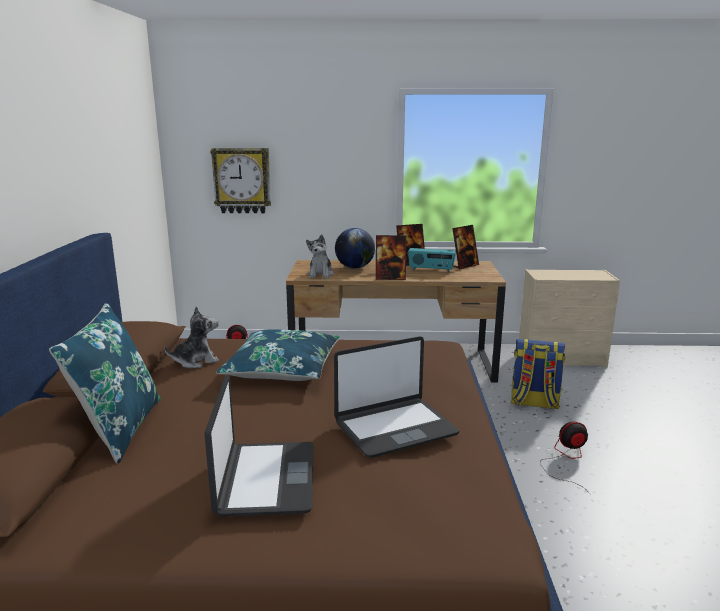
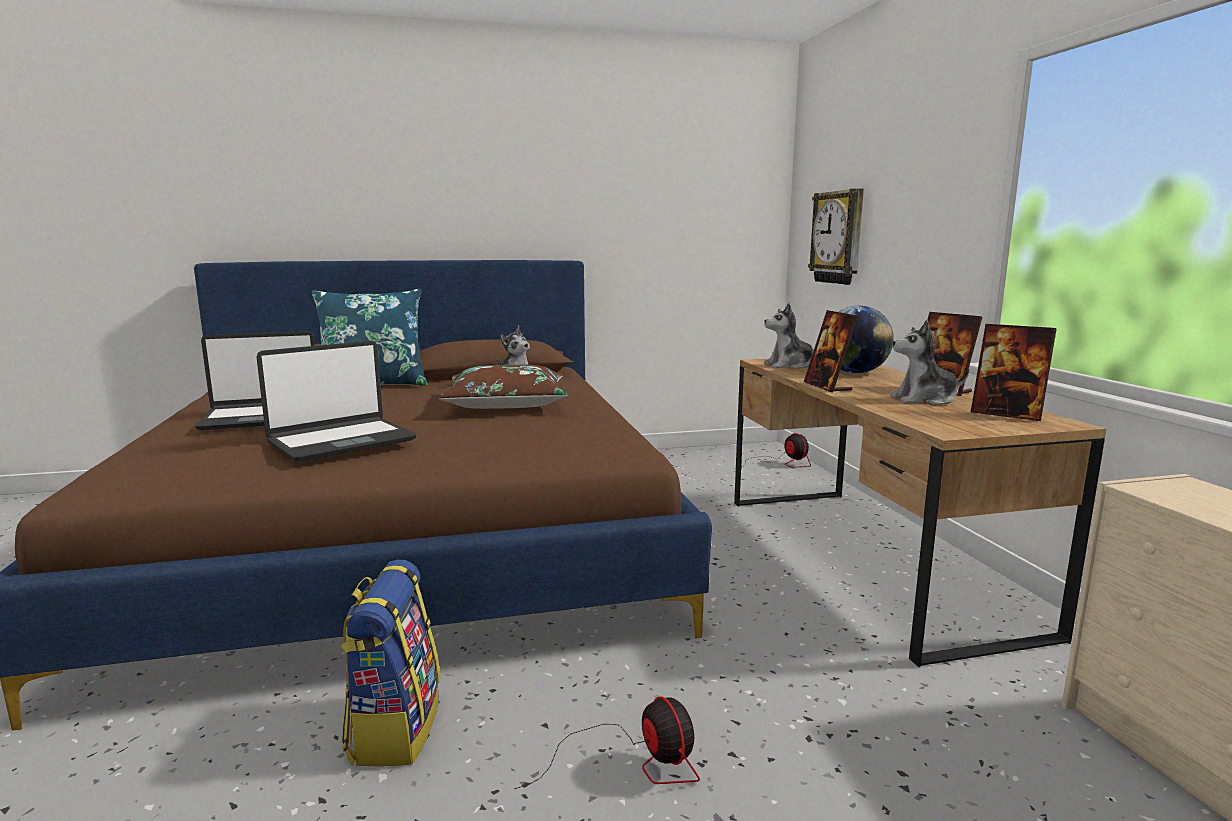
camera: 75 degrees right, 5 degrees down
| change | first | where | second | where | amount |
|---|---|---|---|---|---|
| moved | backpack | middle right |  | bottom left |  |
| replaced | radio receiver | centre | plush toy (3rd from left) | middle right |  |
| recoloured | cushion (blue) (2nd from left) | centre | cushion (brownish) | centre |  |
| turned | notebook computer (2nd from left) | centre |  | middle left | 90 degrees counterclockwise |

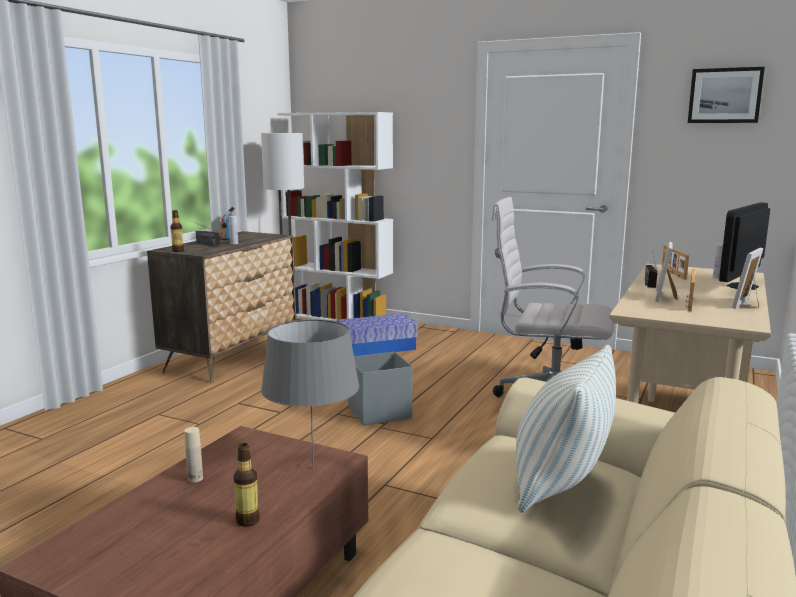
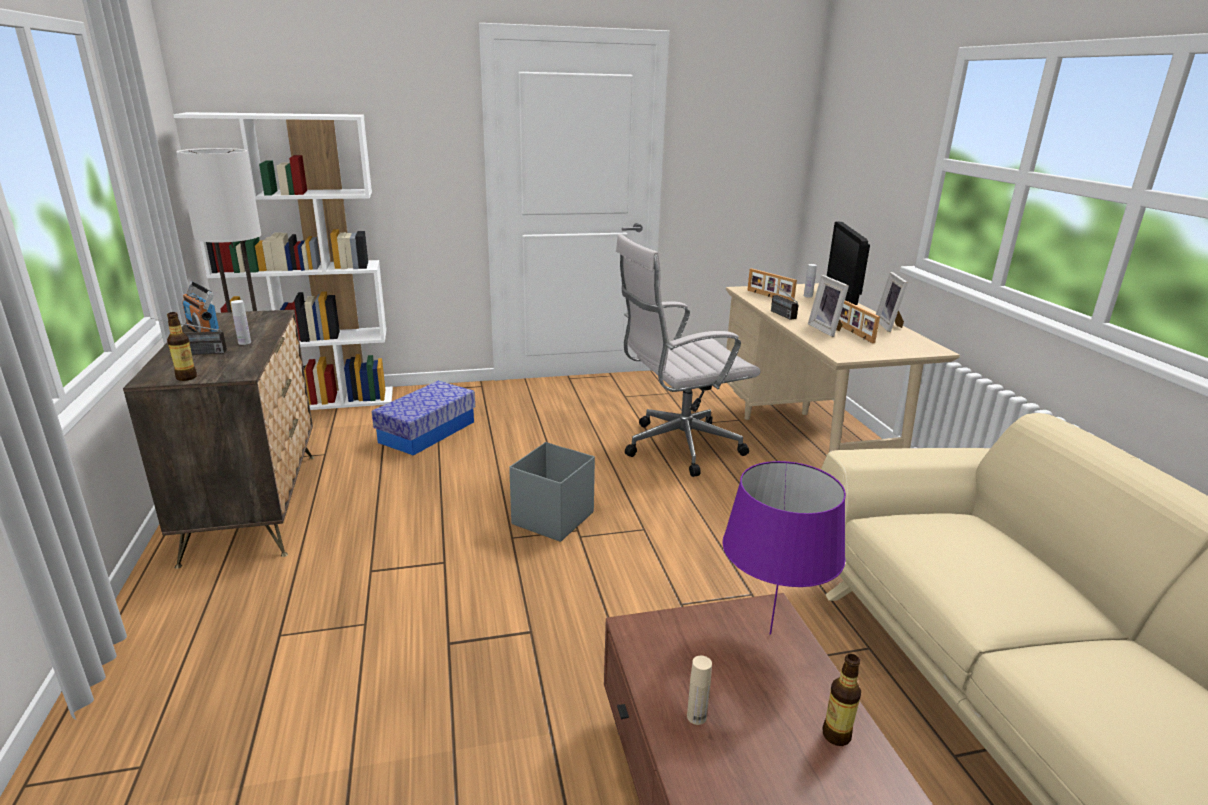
camera: 40 degrees left, 10 degrees up
| change | first | where | second | where | amount |
|---|---|---|---|---|---|
| removed | cushion | bottom right |  |  |  |
| removed | wall picture | top right |  |  |  |
| recoloured | lamp for a table (greyish) | centre | lamp for a table (purple) | bottom centre |  |

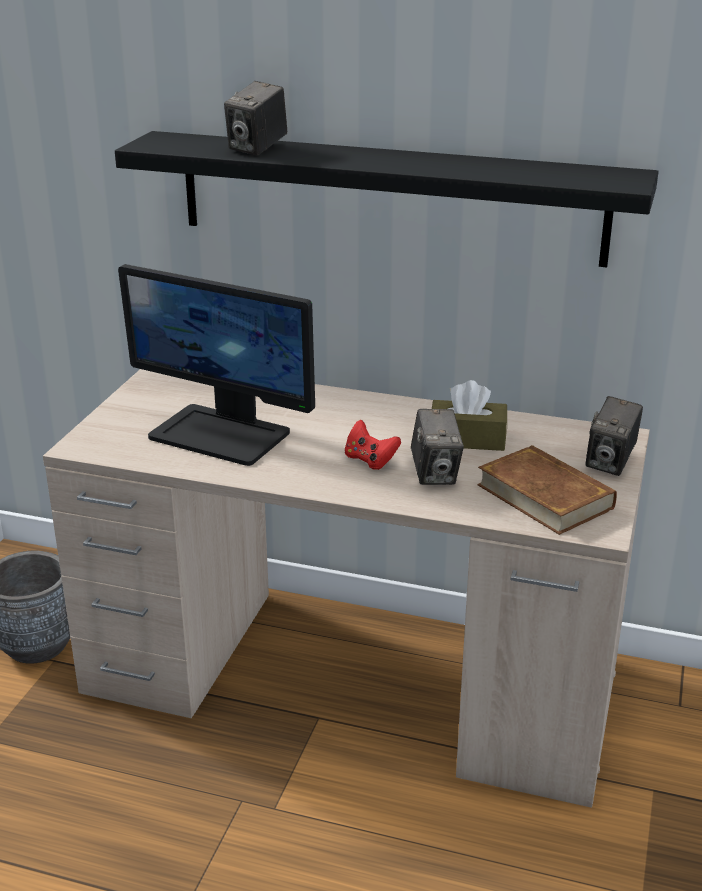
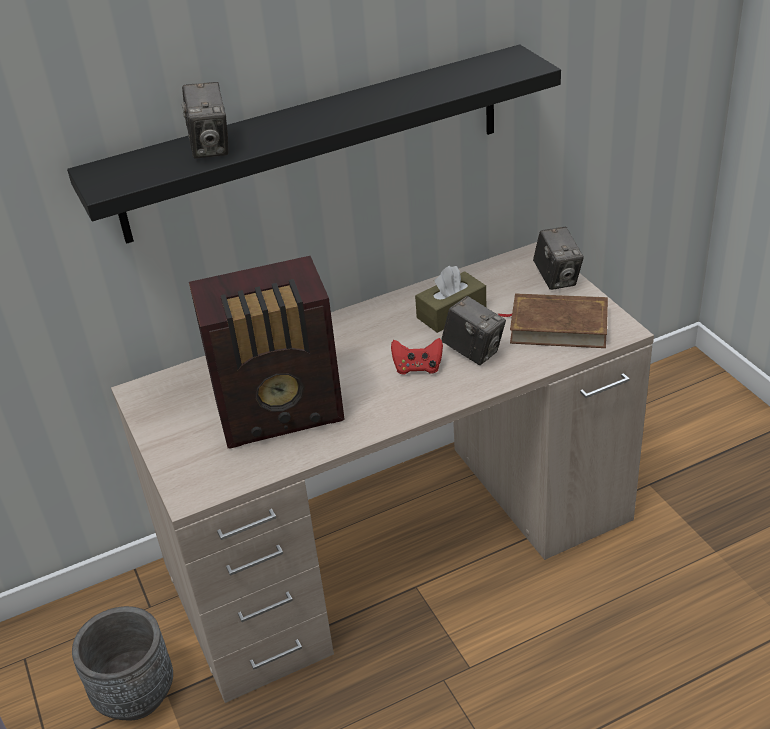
camera: 40 degrees left, 10 degrees up
| change | first | where | second | where | amount |
|---|---|---|---|---|---|
| replaced | computer screen | middle left | radio receiver | centre |  |

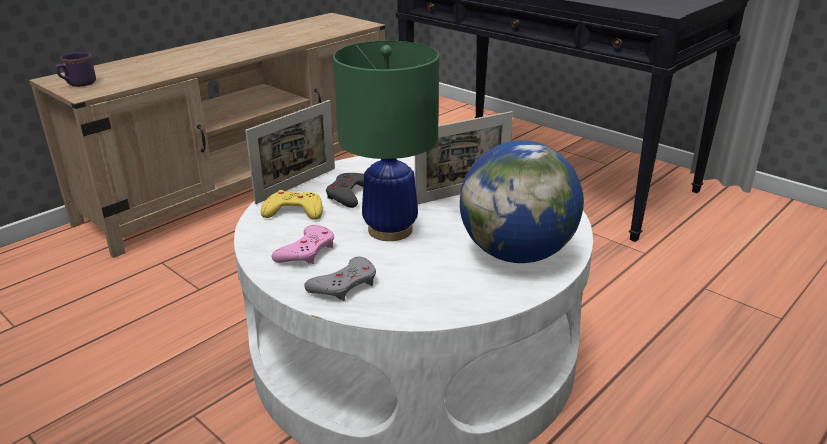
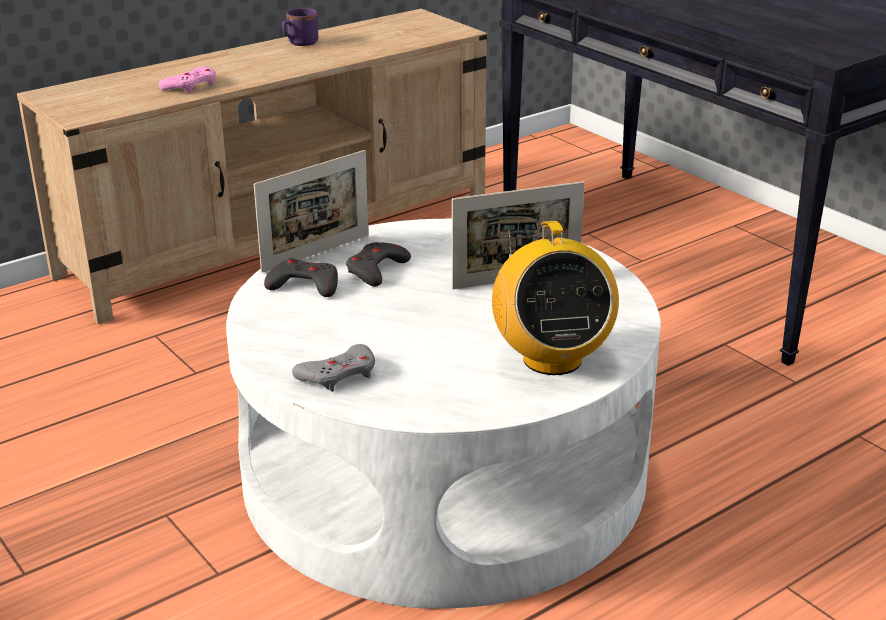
camera: 10 degrees right, 0 degrees up
| change | first | where | second | where | amount |
|---|---|---|---|---|---|
| removed | lamp for a table (greenish) | top centre |  |  |  |
| moved | mug (purple) | top left |  | top centre |  |
| moved | gamepad (pink) | centre |  | top left |  |
| replaced | globe | centre | radio receiver | centre |  |
| recoloured | gamepad (yellowish) | centre | gamepad (greyish) (1st from left) | centre |  |

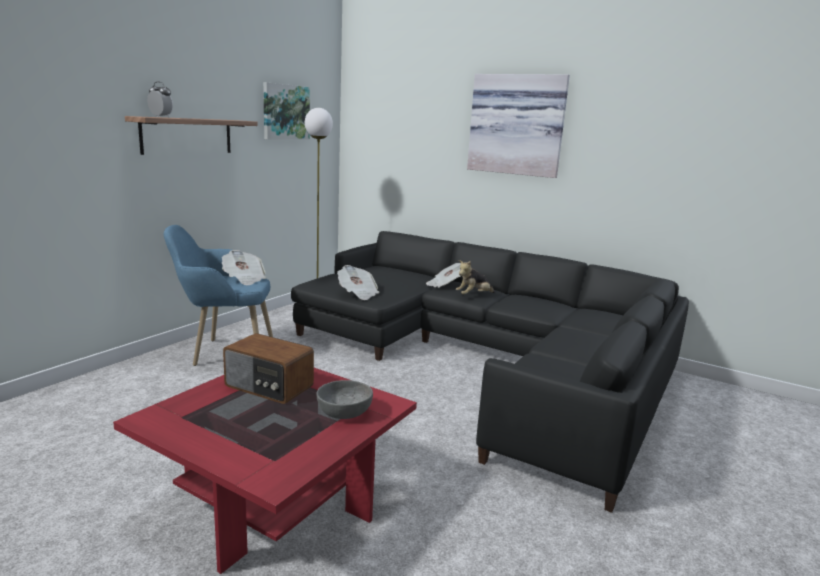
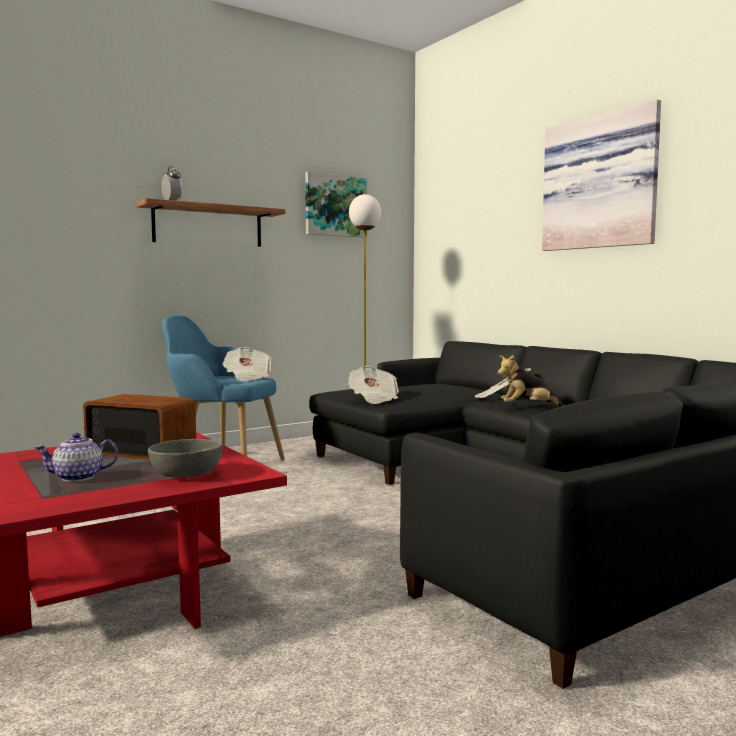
camera: 25 degrees right, 10 degrees down
| change | first | where | second | where | amount |
|---|---|---|---|---|---|
| added |  |  | teapot | middle left |  |
| turned | radio receiver | middle left |  | middle left | 150 degrees clockwise |

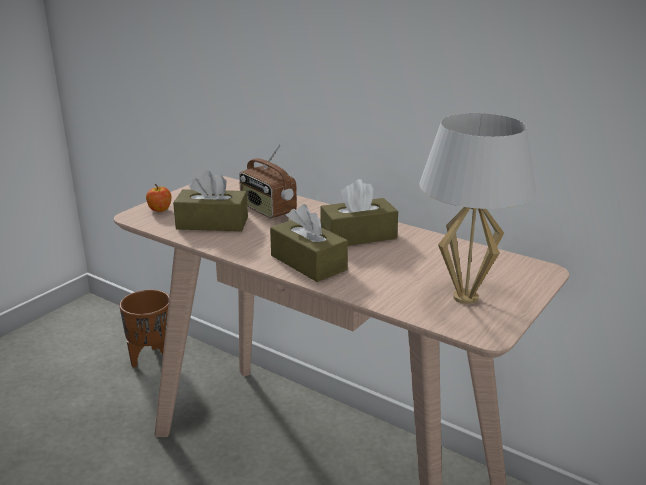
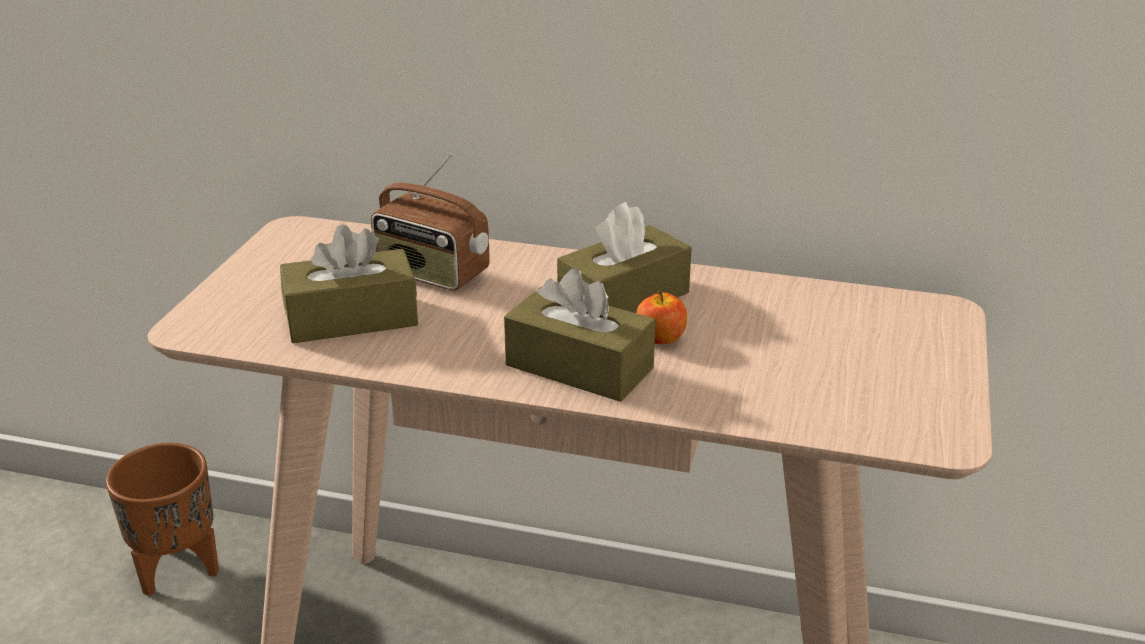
camera: 20 degrees left, 5 degrees up
| change | first | where | second | where | amount |
|---|---|---|---|---|---|
| removed | lamp for a table (white) | middle right |  |  |  |
| moved | apple | middle left |  | centre |  |

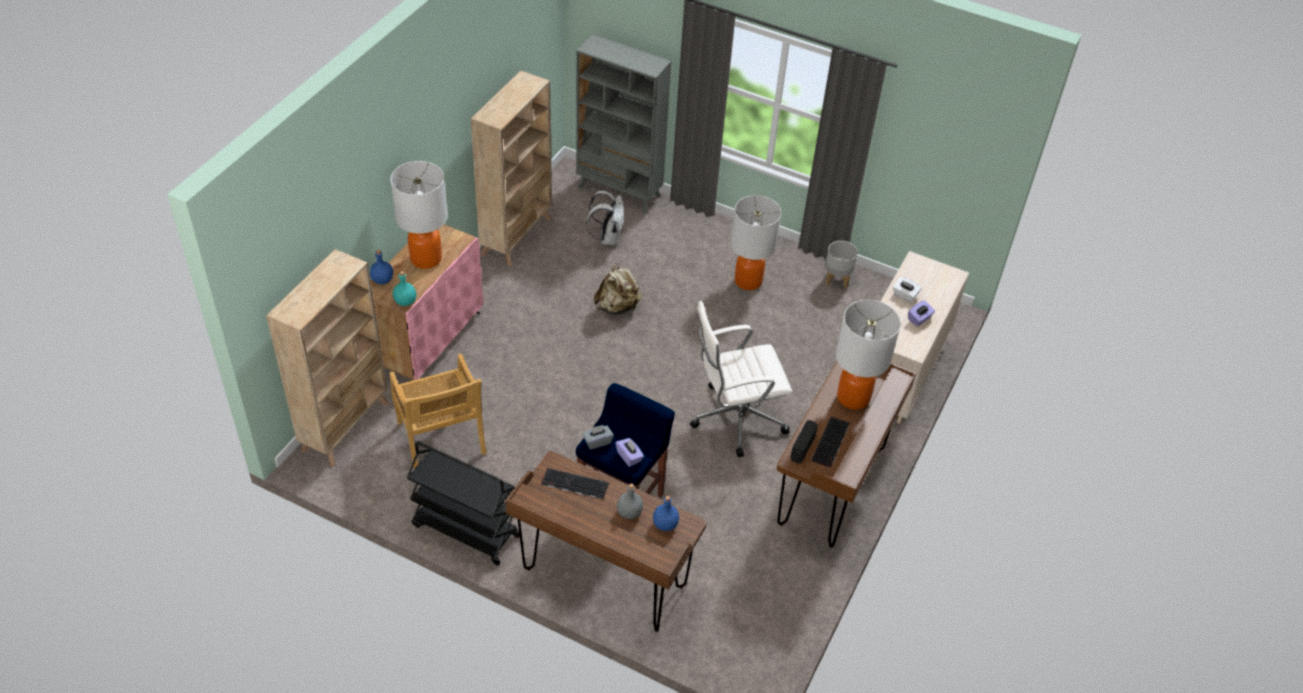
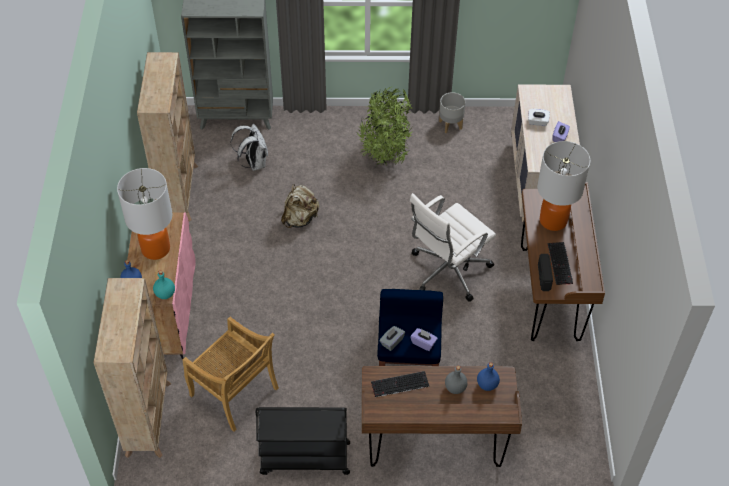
camera: 25 degrees left, 5 degrees up
| change | first | where | second | where | amount |
|---|---|---|---|---|---|
| replaced | lamp for a table (2nd from left) | centre | potted plant | top centre |  |

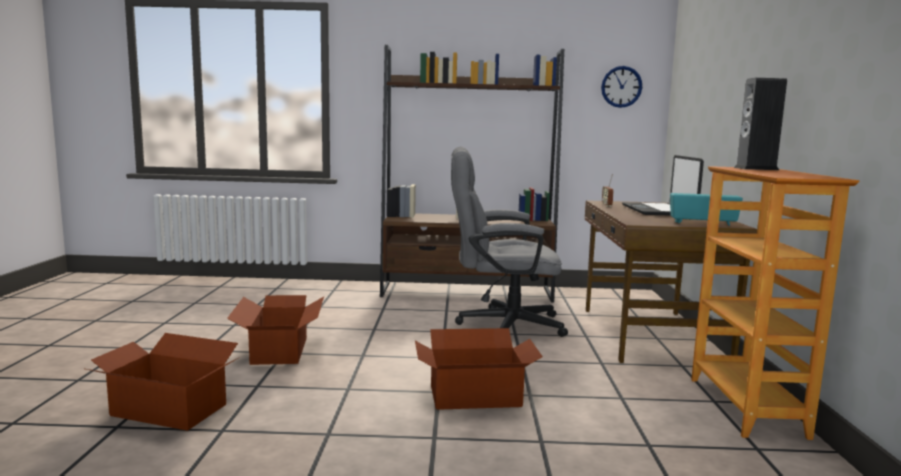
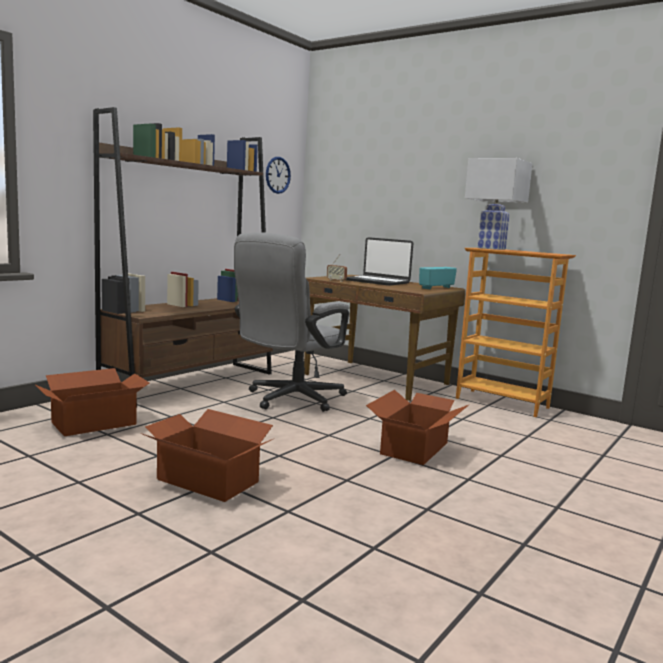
camera: 55 degrees left, 0 degrees up
| change | first | where | second | where | amount |
|---|---|---|---|---|---|
| moved | cardboard box (1st from left) | bottom left |  | middle left |  |
| replaced | loudspeaker | top right | lamp for a table (white) | top right |  |

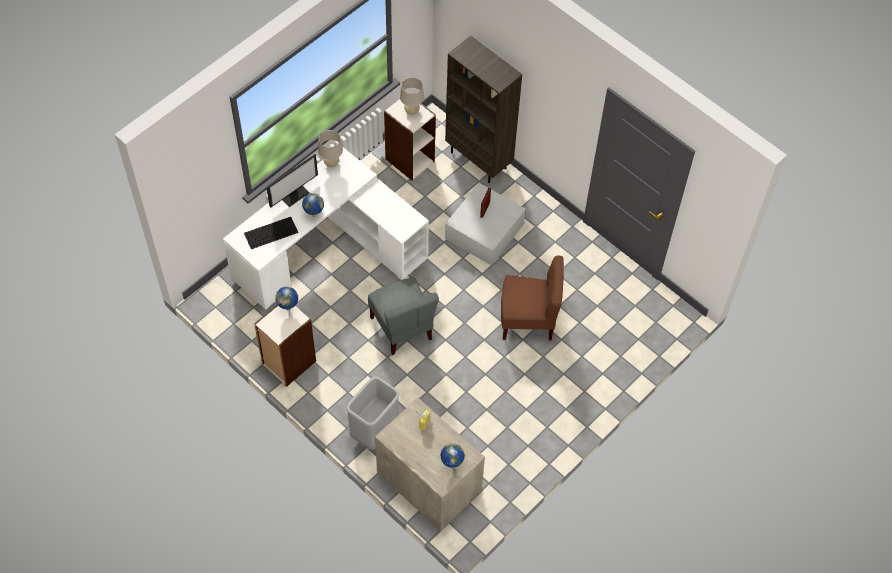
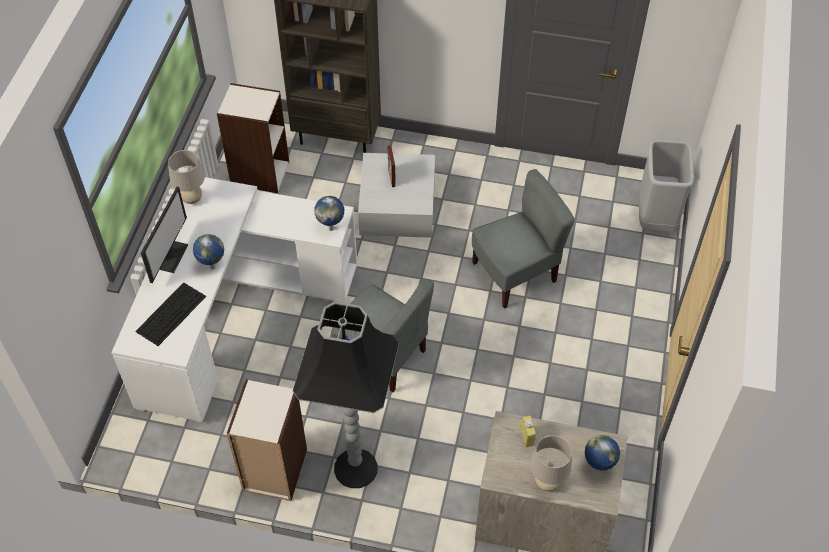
camera: 30 degrees left, 5 degrees down
| change | first | where | second | where | amount |
|---|---|---|---|---|---|
| added |  |  | standard lamp (black-coloured) | bottom centre |  |
| moved | globe (1st from left in the first image) | middle left | globe (2nd from left) | centre |  |
| moved | rubbish bin (greyish) | bottom centre |  | middle right |  |
| moved | lamp for a table (beige-coloured) (2nd from left) | top centre |  | bottom centre |  |
| recoloured | plain chair (brownish) | centre | plain chair (greyish) (2nd from left) | centre |  |

